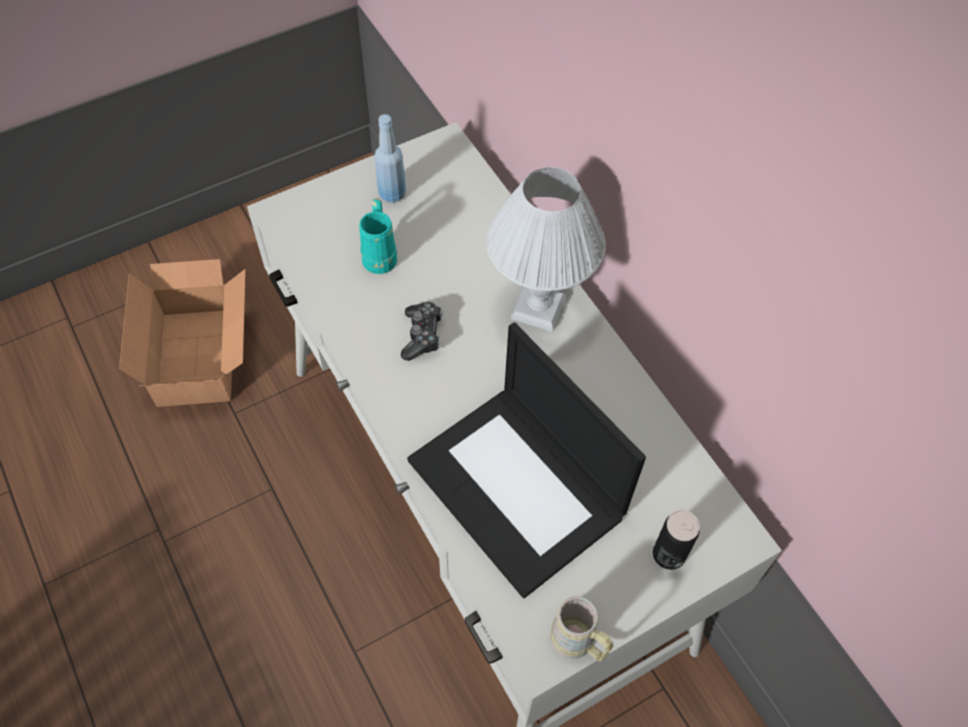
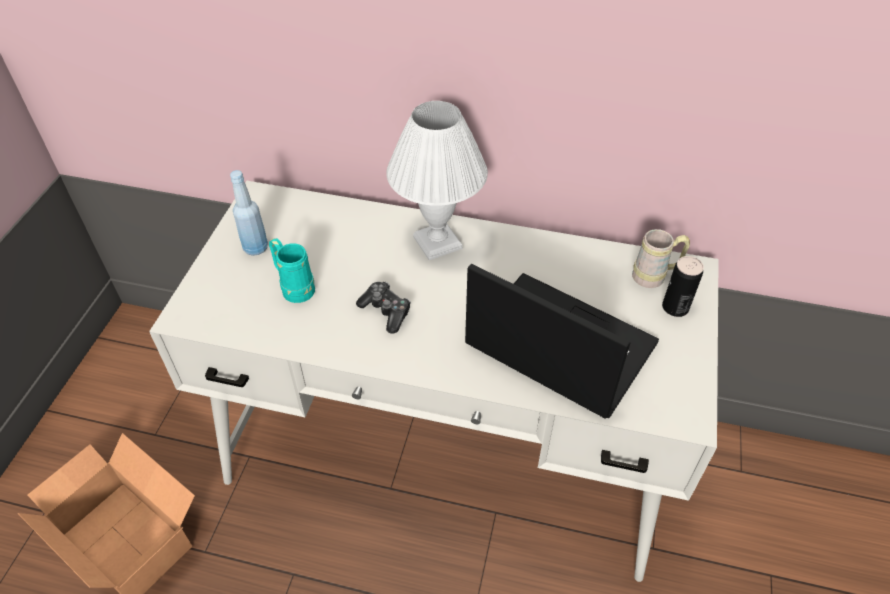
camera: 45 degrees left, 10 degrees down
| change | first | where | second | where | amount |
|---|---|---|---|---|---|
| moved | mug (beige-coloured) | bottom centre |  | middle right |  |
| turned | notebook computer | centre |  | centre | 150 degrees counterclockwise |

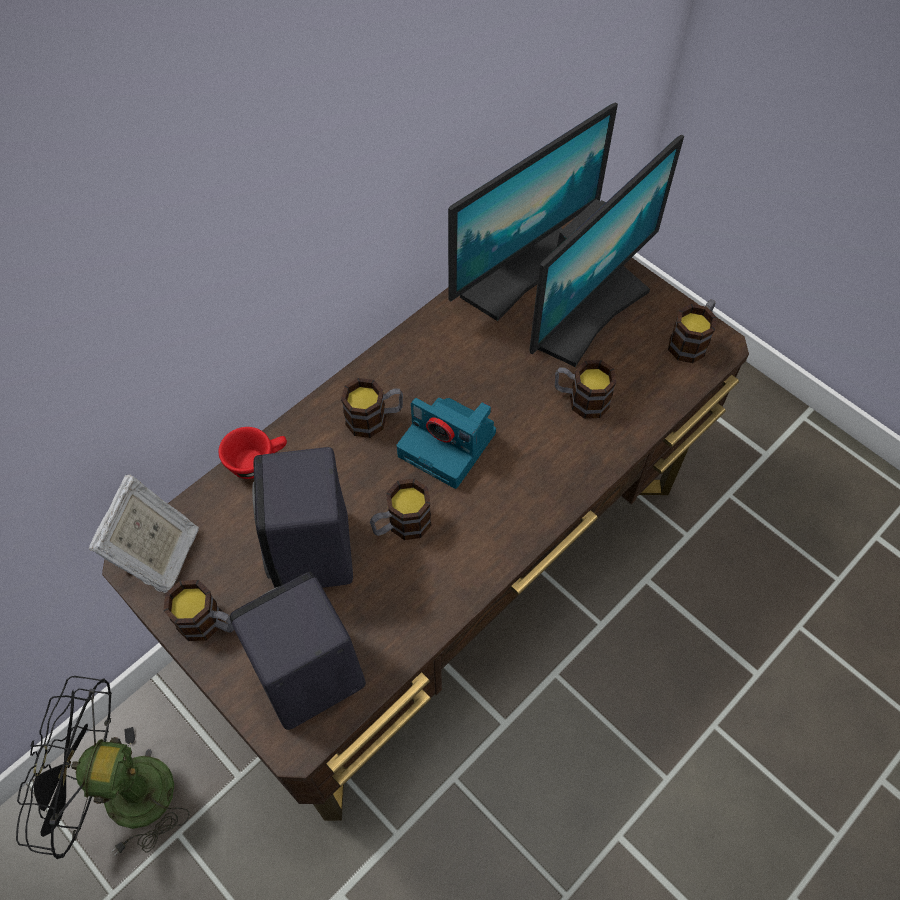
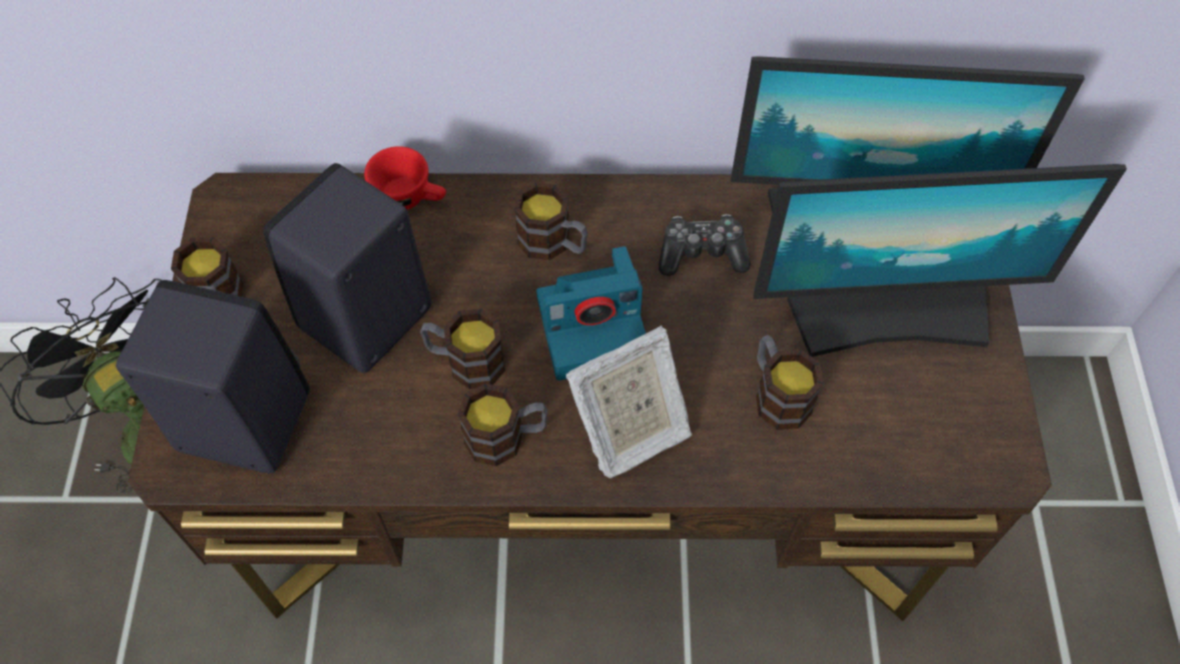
camera: 45 degrees right, 0 degrees up
| change | first | where | second | where | amount |
|---|---|---|---|---|---|
| added |  |  | gamepad | centre |  |
| moved | picture frame | middle left |  | centre |  |
| moved | mug (5th from left in the first image) | middle right | mug (3rd from left) | centre |  |
| turned | photo camera | centre |  | centre | 90 degrees counterclockwise |

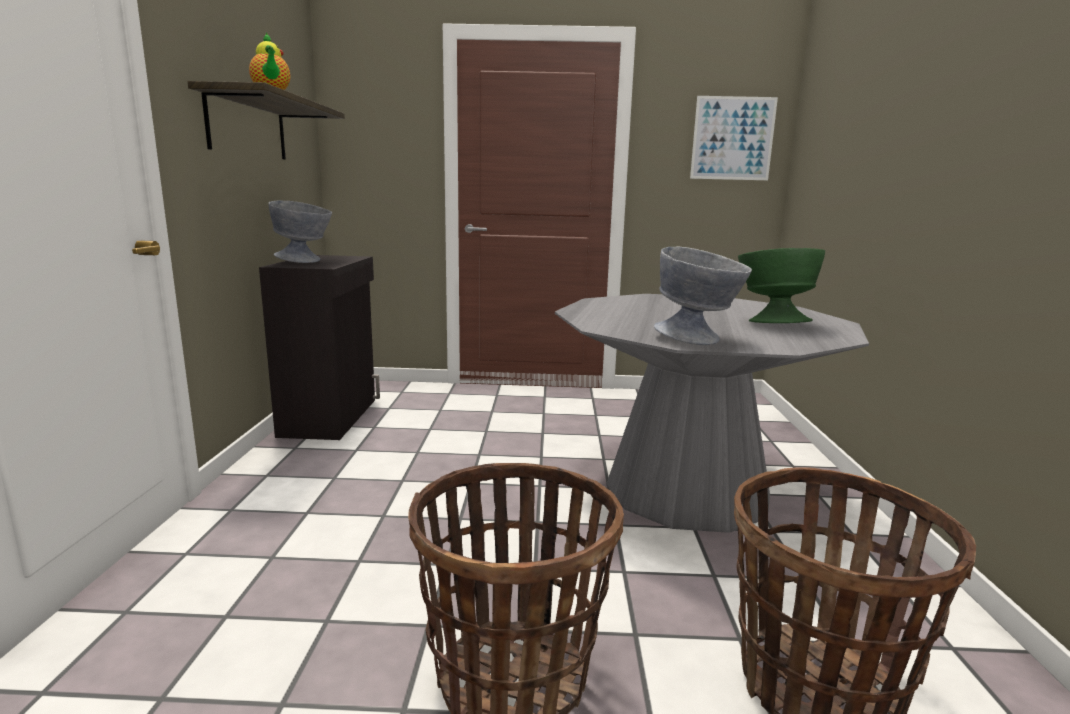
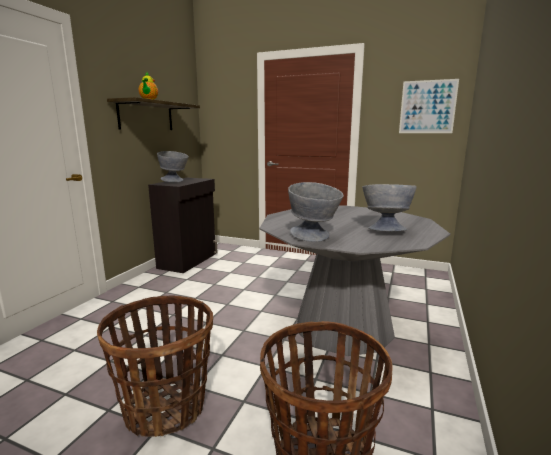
camera: 20 degrees right, 0 degrees up
| change | first | where | second | where | amount |
|---|---|---|---|---|---|
| recoloured | deep dish (greenish) | middle right | deep dish (greyish) (3rd from left) | middle right |  |

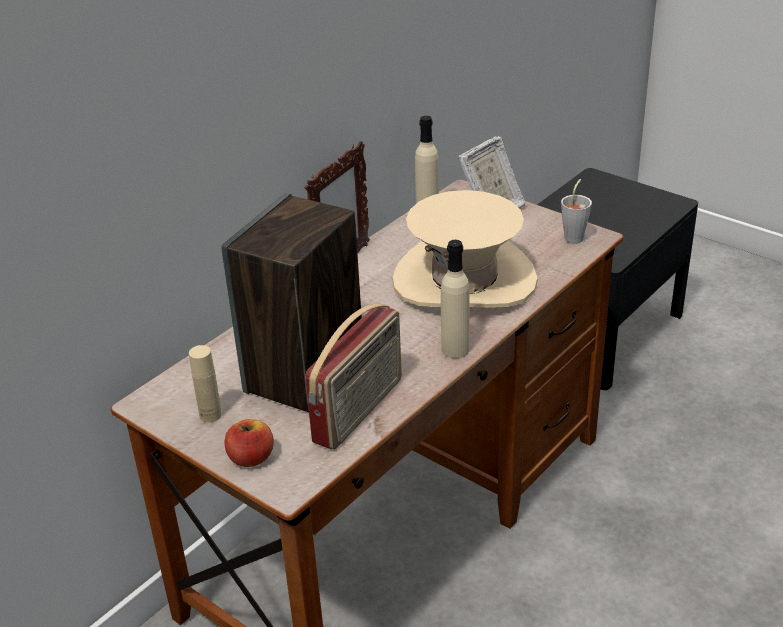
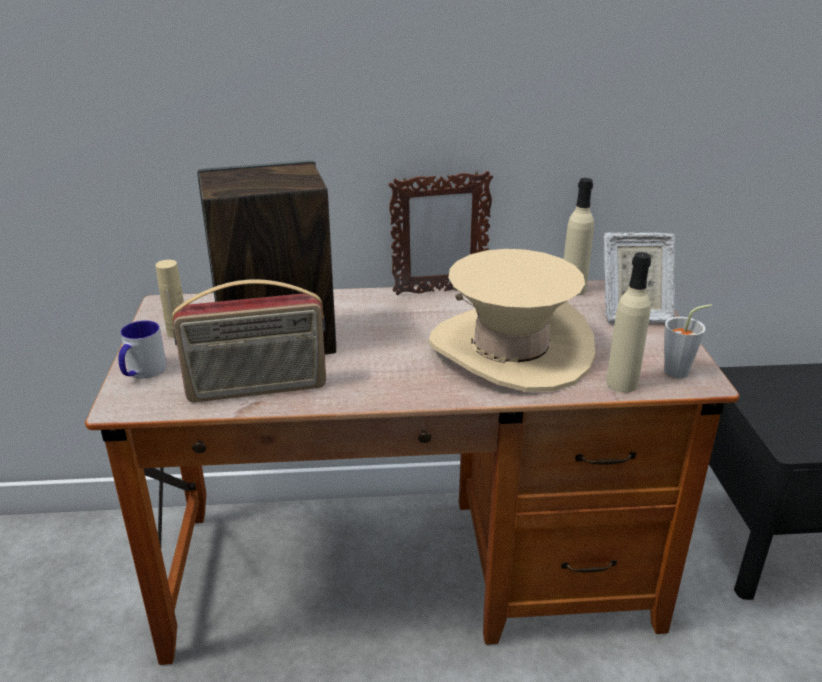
camera: 45 degrees right, 5 degrees down
| change | first | where | second | where | amount |
|---|---|---|---|---|---|
| moved | bottle (beige-coloured) (3rd from left) | centre |  | middle right |  |
| replaced | apple | bottom left | mug | middle left |  |

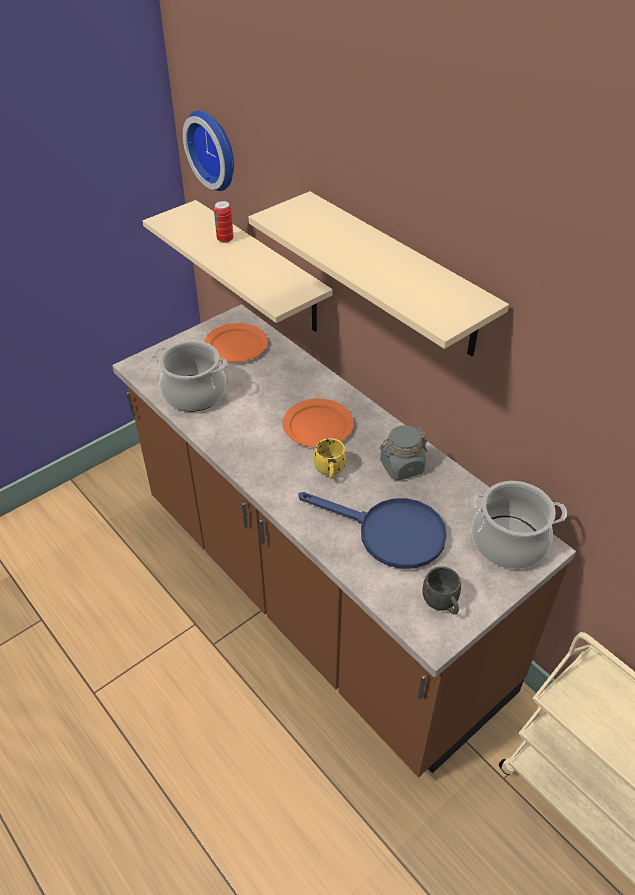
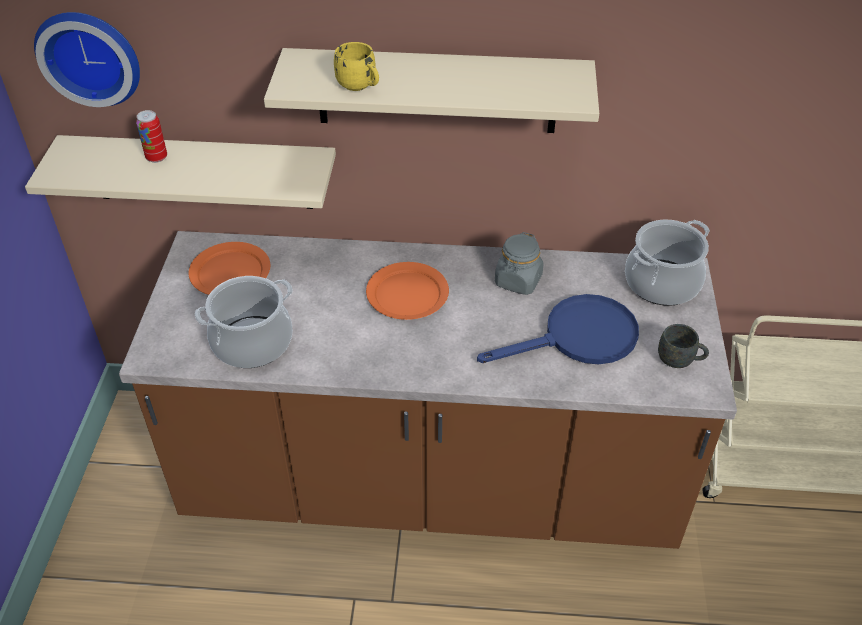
camera: 45 degrees left, 0 degrees up
| change | first | where | second | where | amount |
|---|---|---|---|---|---|
| moved | mug (yellowish) | centre |  | top centre |  |

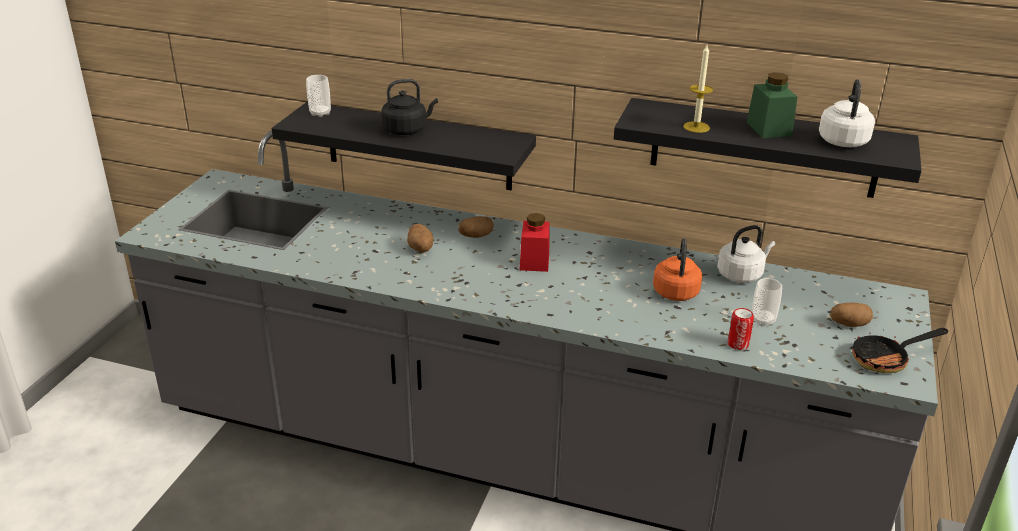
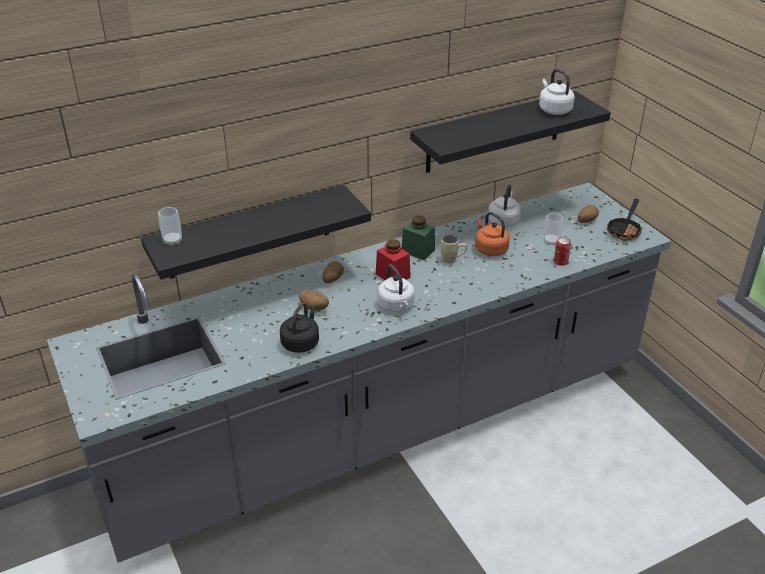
camera: 45 degrees left, 5 degrees up
| change | first | where | second | where | amount |
|---|---|---|---|---|---|
| removed | candle | top right |  |  |  |
| added |  |  | tea kettle (white) (1st from left) | centre |  |
| added |  |  | mug (beige-coloured) | centre |  |
| moved | tea kettle (black-coloured) | top centre |  | centre |  |
| moved | preserve jar (greenish) | top right |  | centre |  |

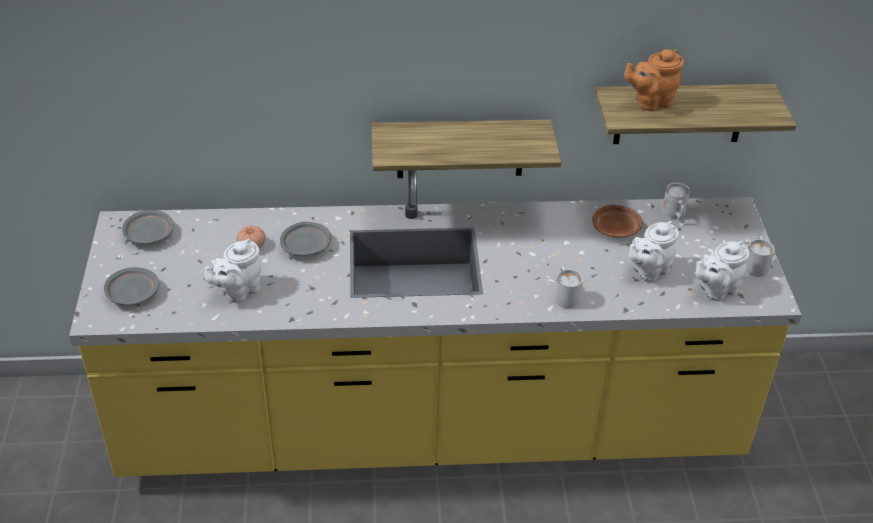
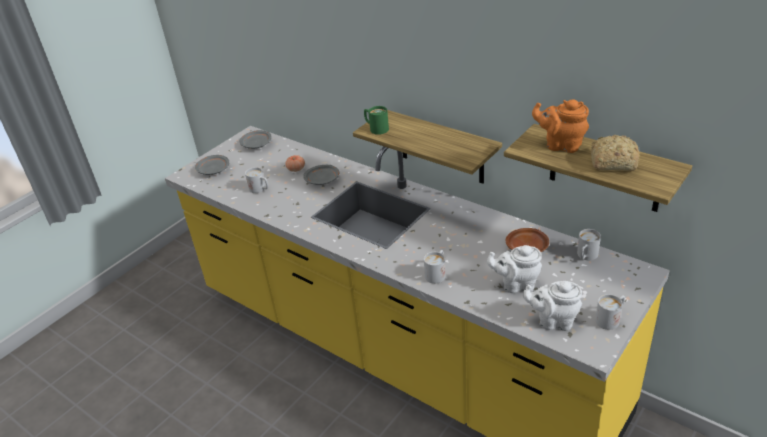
camera: 45 degrees right, 5 degrees down
| change | first | where | second | where | amount |
|---|---|---|---|---|---|
| added |  |  | mug (greenish) | top centre |  |
| added |  |  | bread | middle right |  |
| replaced | teapot (white) (1st from left) | middle left | mug (white) (1st from left) | centre |  |

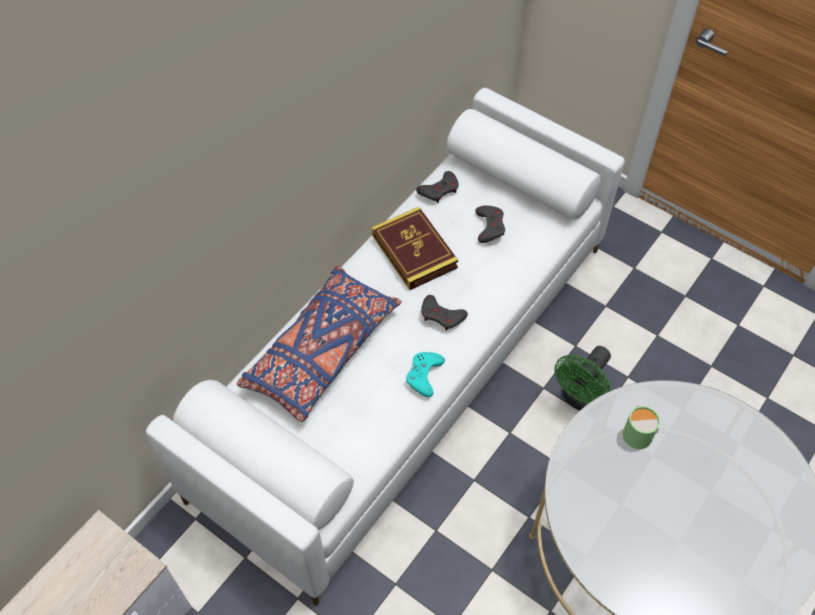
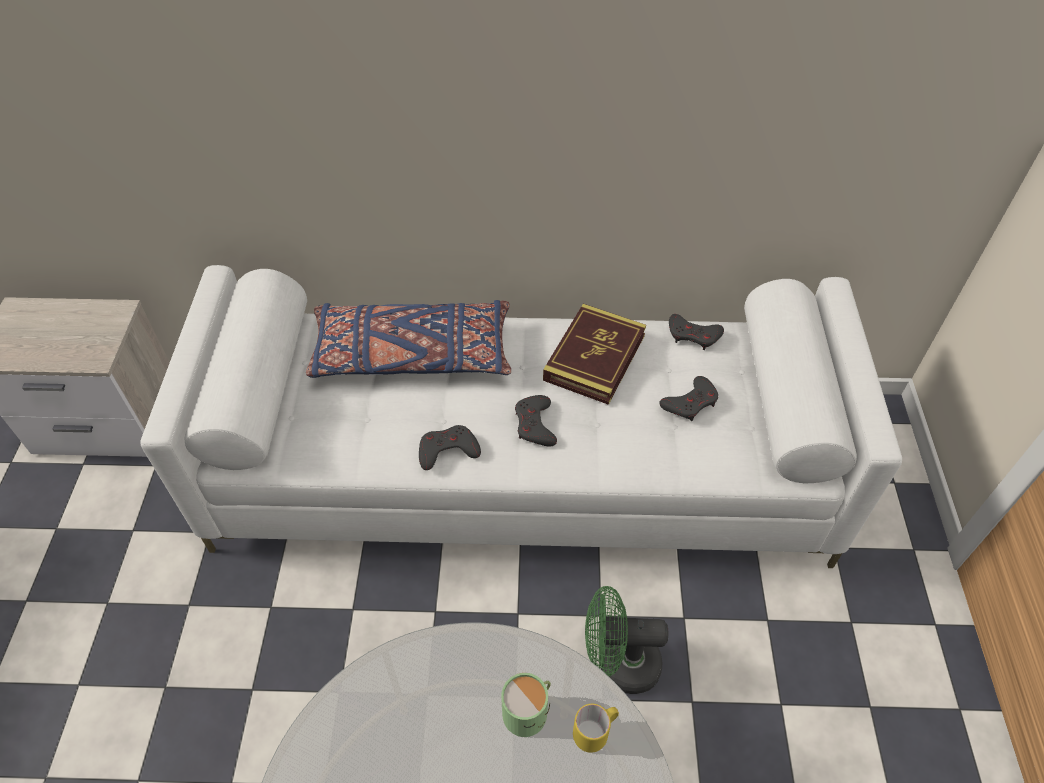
camera: 55 degrees right, 5 degrees down
| change | first | where | second | where | amount |
|---|---|---|---|---|---|
| added |  |  | mug (yellowish) | bottom centre |  |
| recoloured | gamepad (turquoise-coloured) | centre | gamepad (greyish) (1st from left) | centre |  |

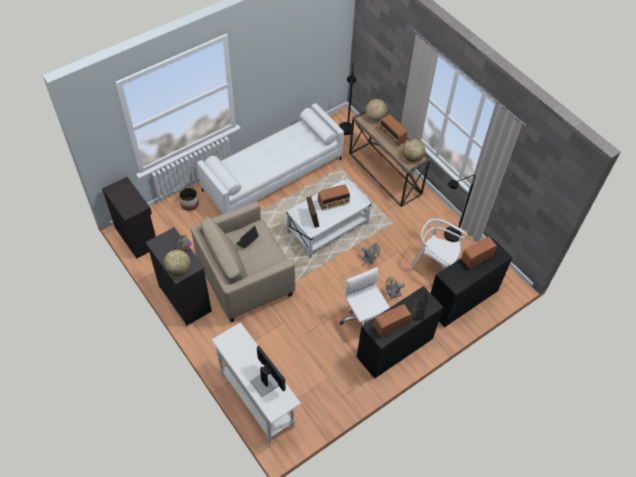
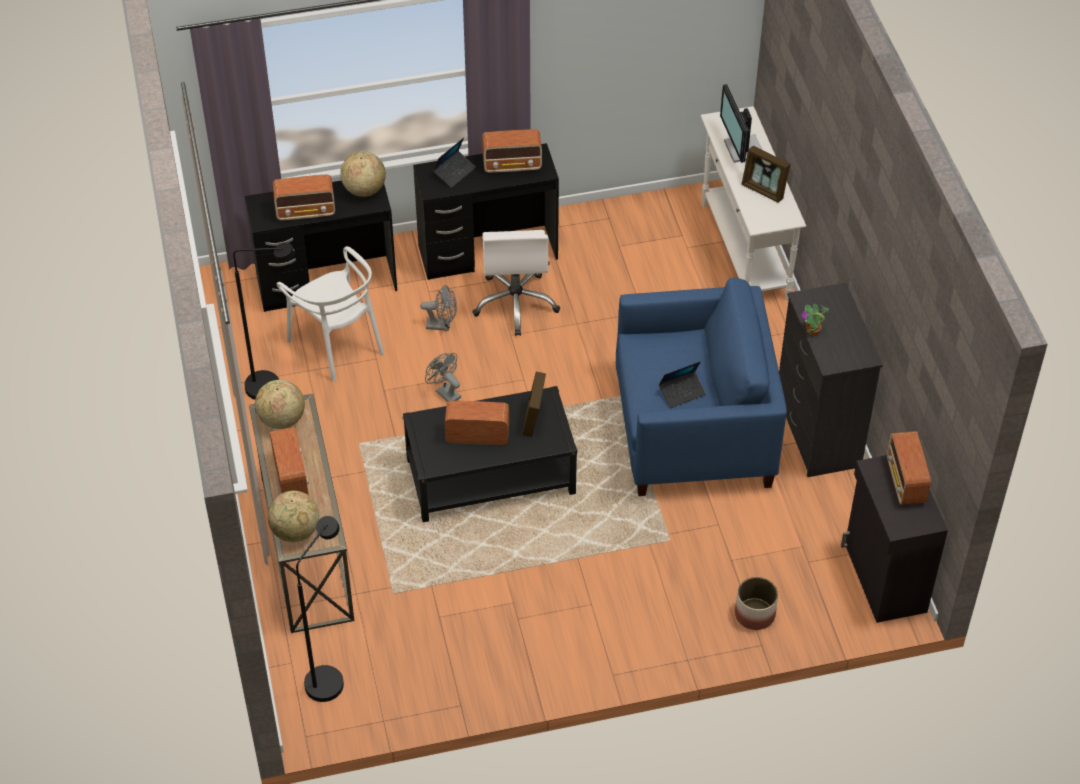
camera: 155 degrees left, 5 degrees down
| change | first | where | second | where | amount |
|---|---|---|---|---|---|
| removed | sofa (white) | top centre |  |  |  |
| added |  |  | picture frame (2nd from left) | top right |  |
| added |  |  | radio receiver (5th from left) | middle right |  |
| moved | globe (1st from left in the first image) | middle left | globe (3rd from left) | top centre |  |
| recoloured | lounge chair (beige-coloured) | centre | lounge chair (blue) | centre |  |
| recoloured | lounge table (white) | centre | lounge table (black-coloured) | centre |  |

